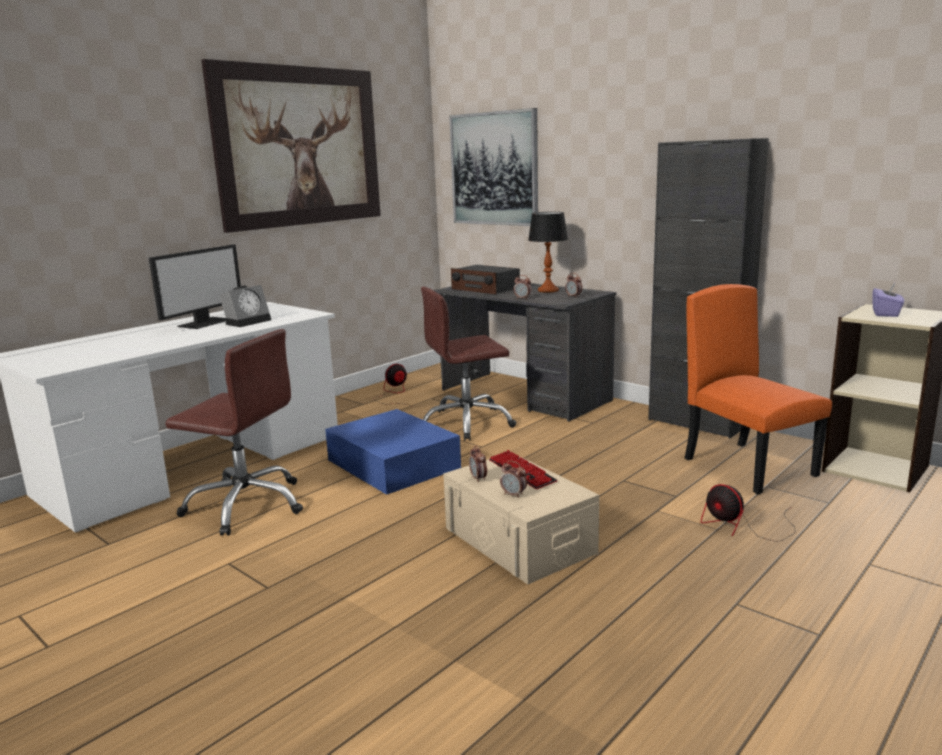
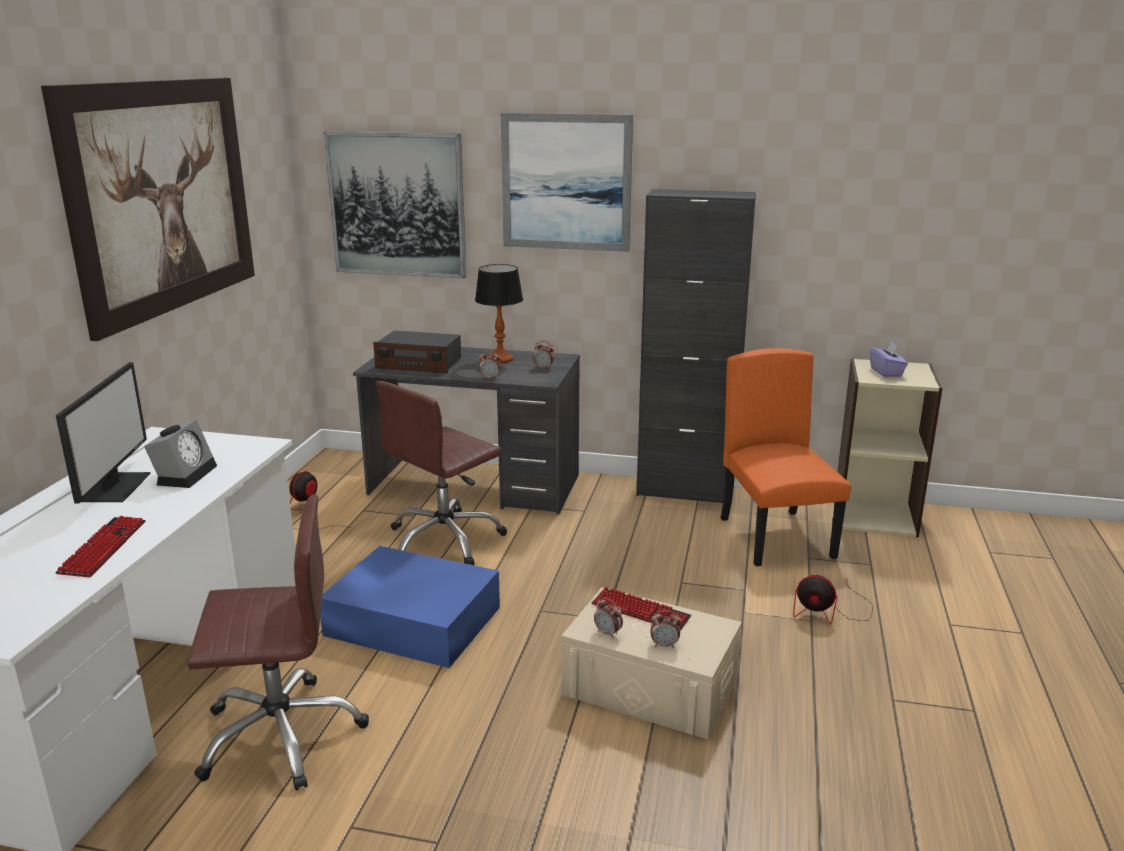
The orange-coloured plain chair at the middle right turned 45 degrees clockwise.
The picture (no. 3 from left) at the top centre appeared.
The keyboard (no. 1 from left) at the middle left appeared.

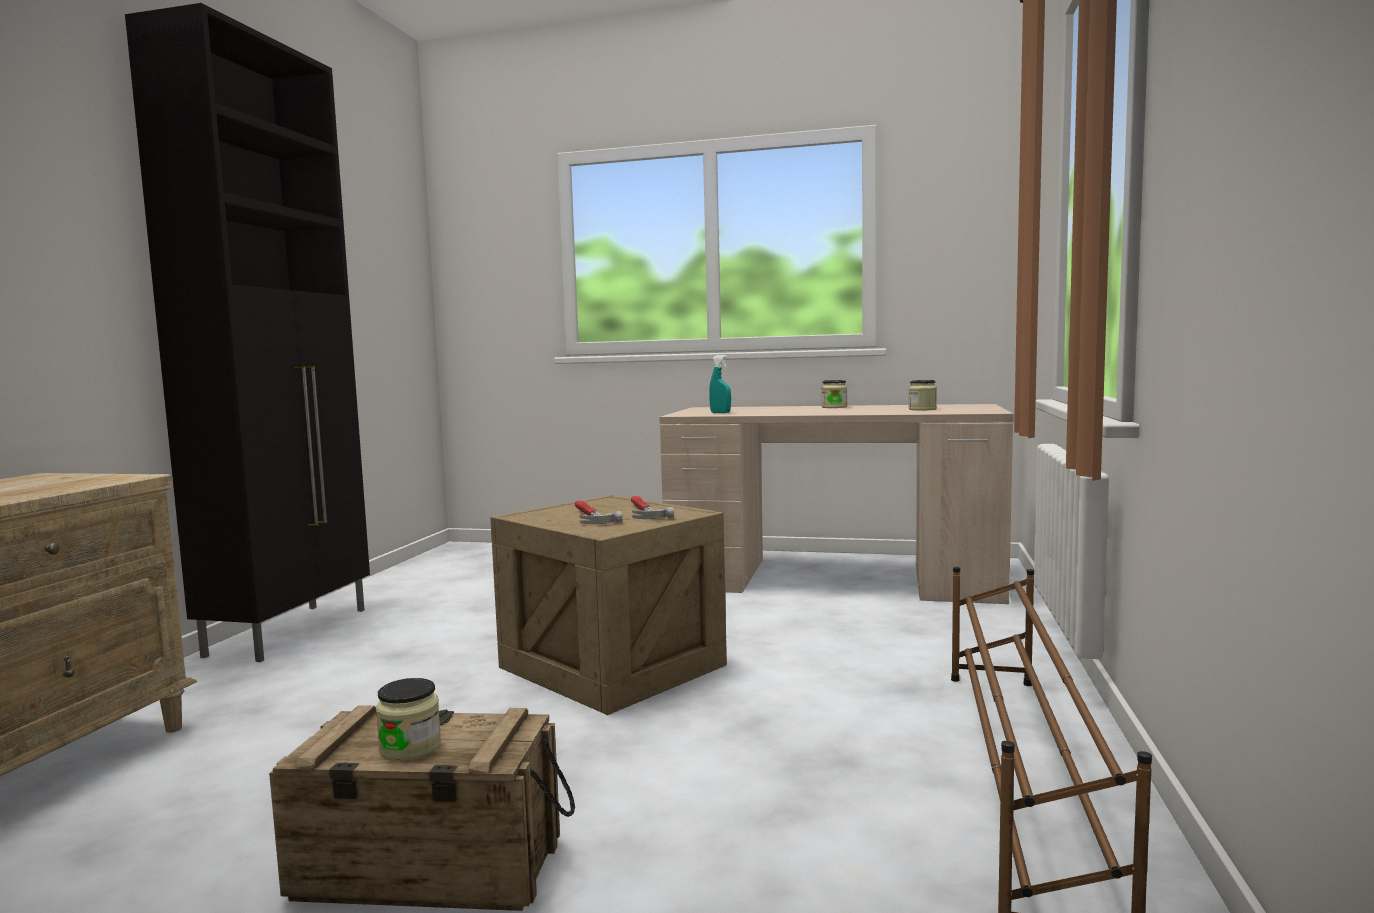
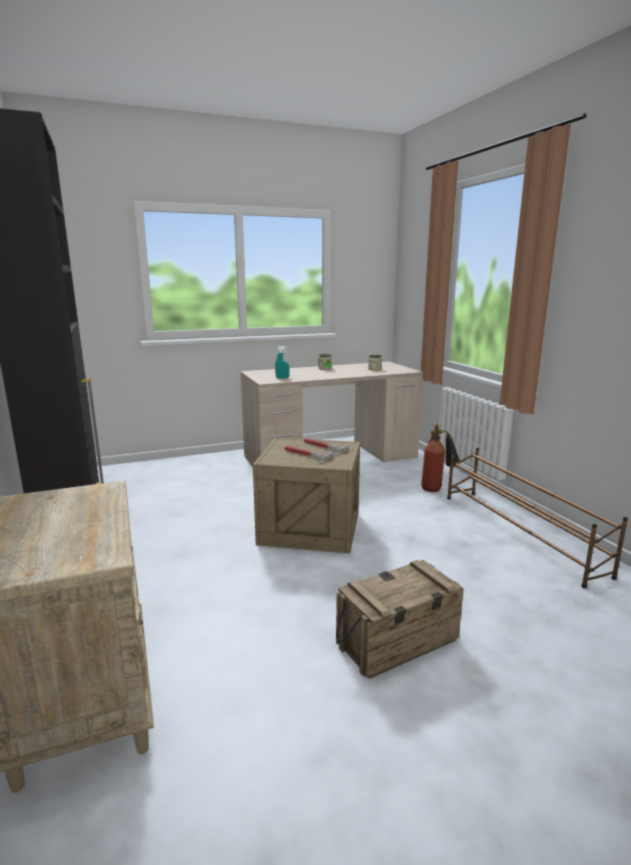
The jar (no. 1 from left) at the bottom left disappeared.
The fire extinguisher at the middle right appeared.

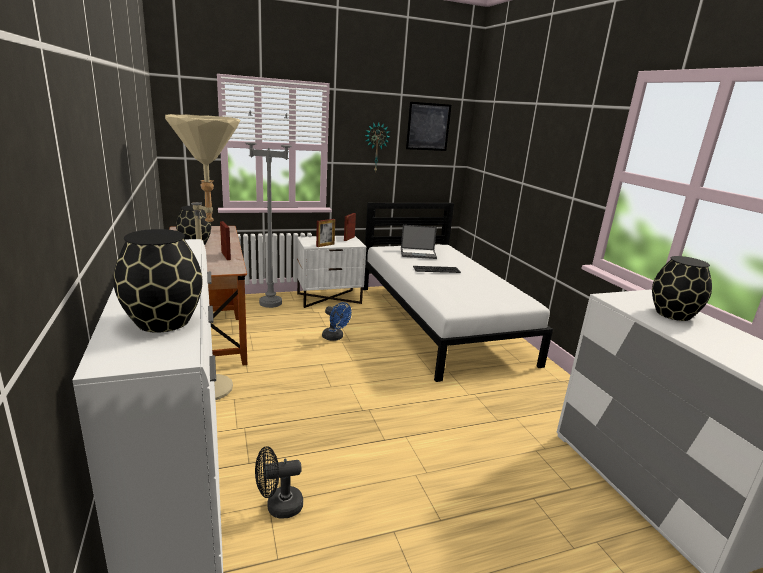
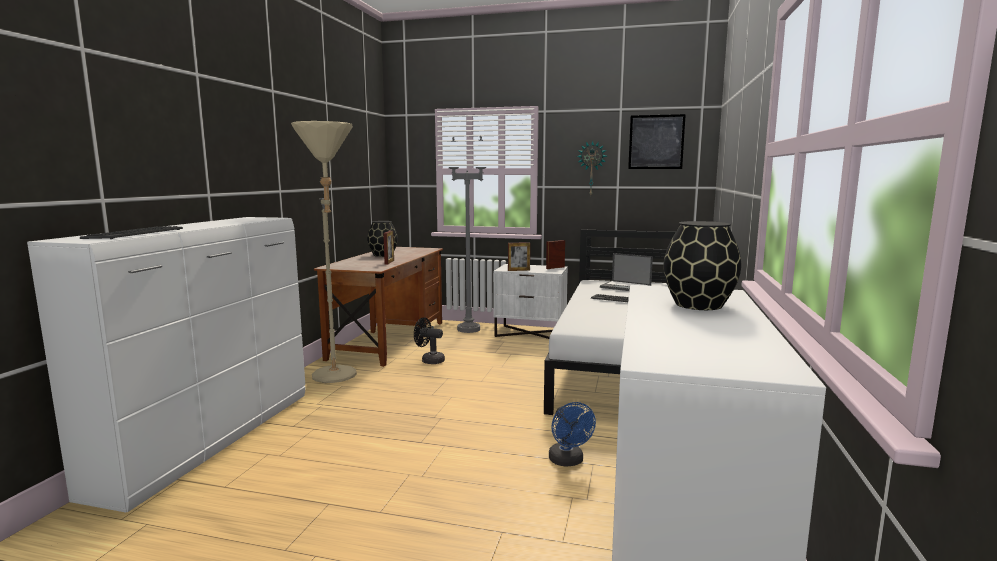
The black-coloured flower vase (no. 1 from left) at the middle left was replaced by the keyboard (no. 1 from left) at the middle left.
The blue cooling fan moved from the centre to the bottom centre.
The black-coloured cooling fan moved from the bottom centre to the centre.

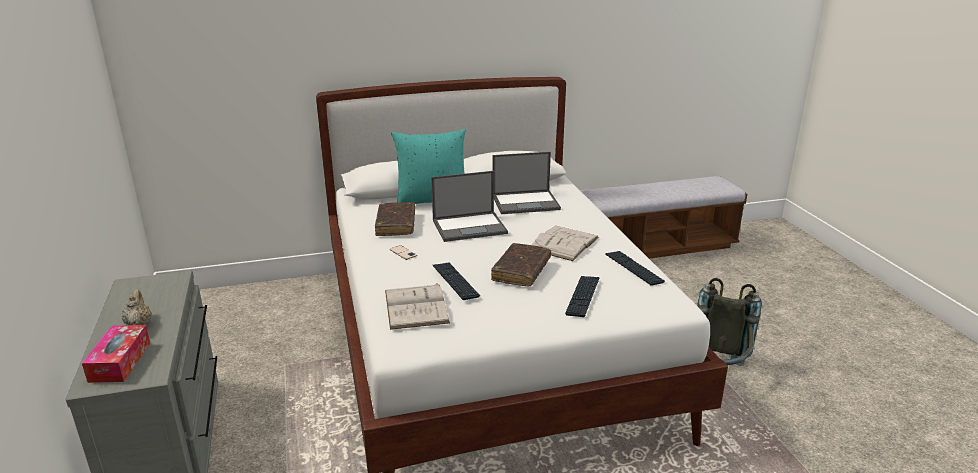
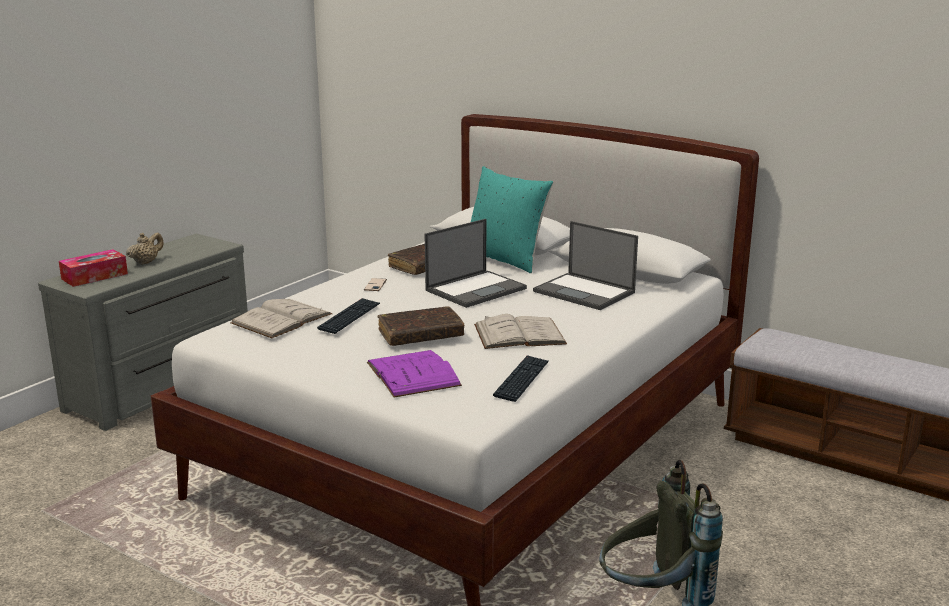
The portable computer (no. 1 from left) at the centre turned 75 degrees counterclockwise.
The keyboard (no. 2 from left) at the centre was replaced by the purplish bound book at the centre.

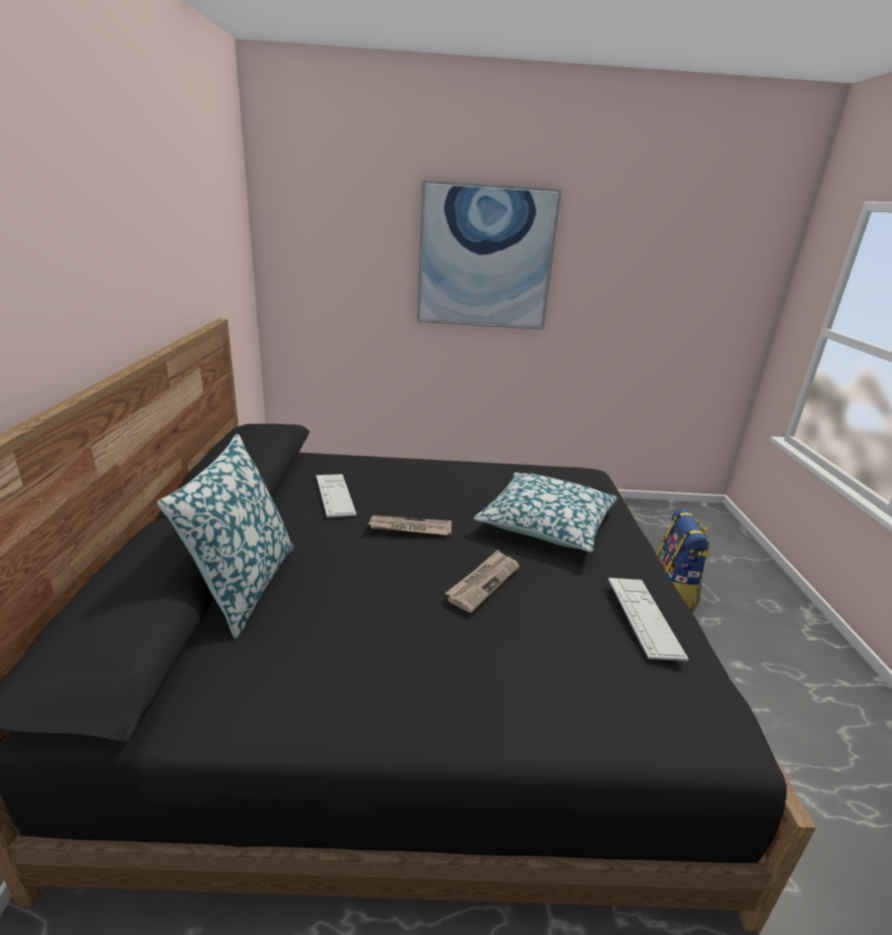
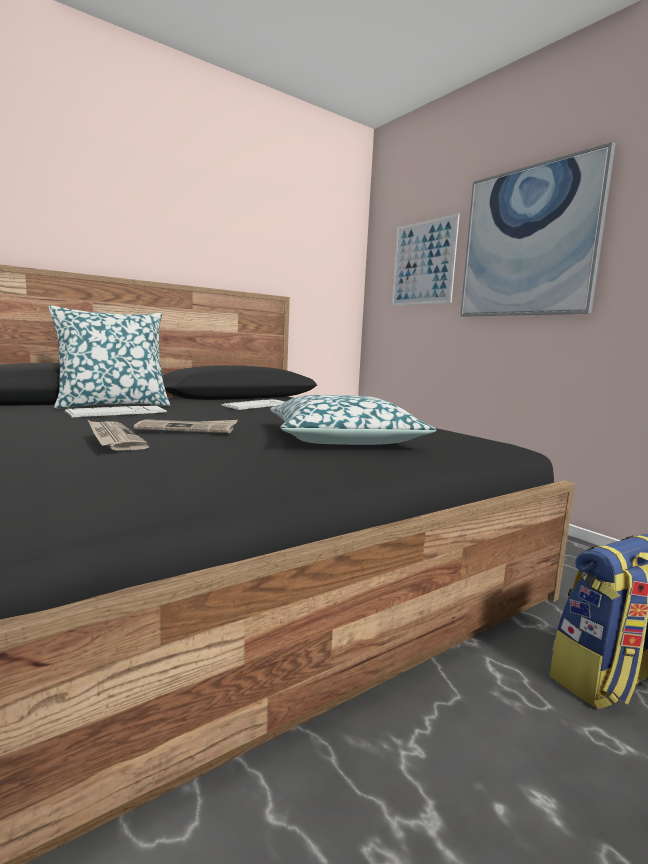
The newspaper (no. 1 from left) moved from the centre to the middle left.
The keyboard (no. 2 from left in the first image) moved from the middle right to the middle left.
The picture (no. 1 from left) at the top centre appeared.

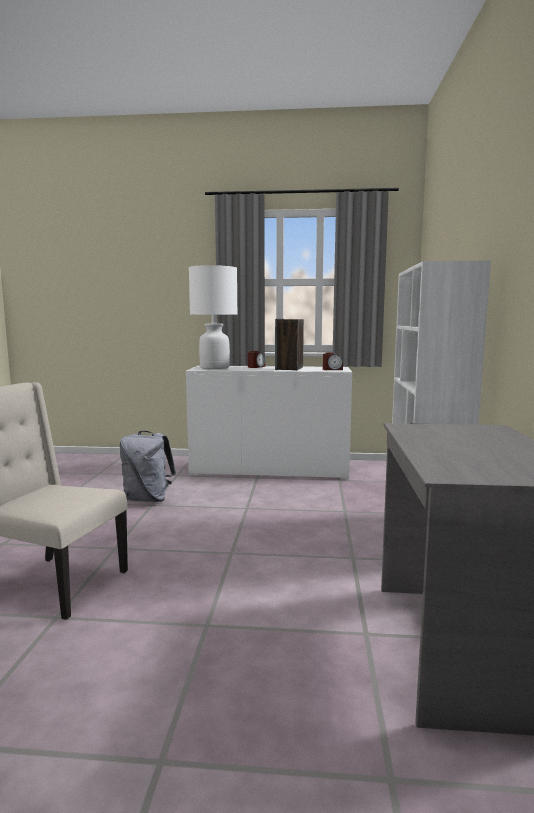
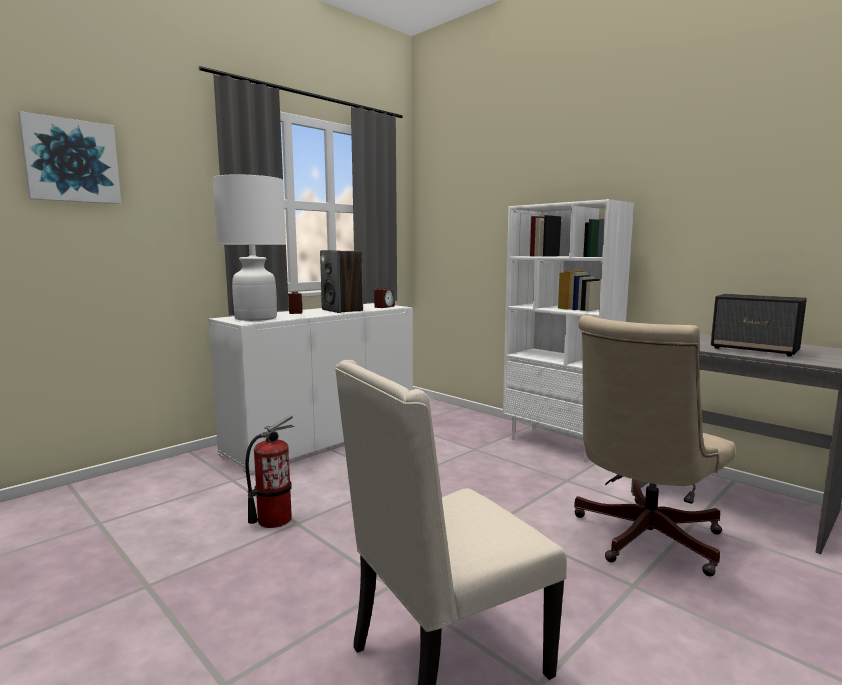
The greyish knapsack at the middle left was replaced by the fire extinguisher at the bottom left.
The picture at the top left appeared.
The loudspeaker (no. 2 from left) at the middle right appeared.
The beige-coloured desk chair at the middle right appeared.

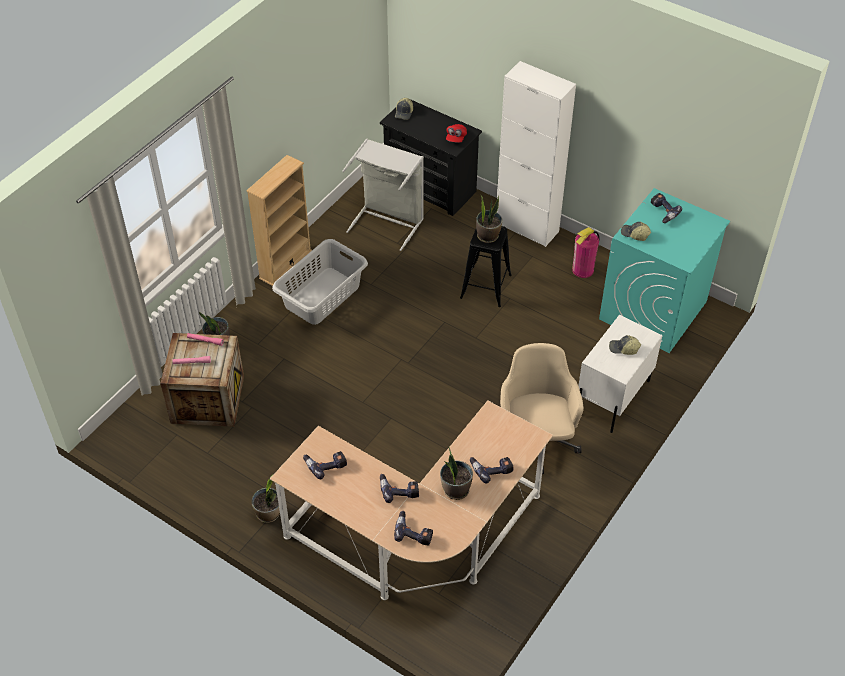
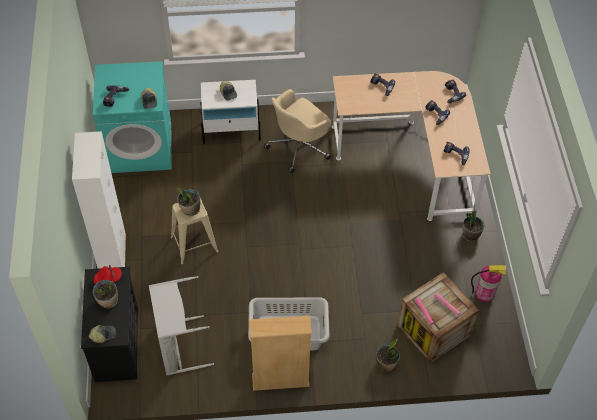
The black-coloured stool seat at the centre became the beige-coloured stool seat at the middle left.
The fire extinguisher moved from the middle right to the bottom right.
The houseplant (no. 3 from left in the first image) moved from the bottom centre to the bottom left.

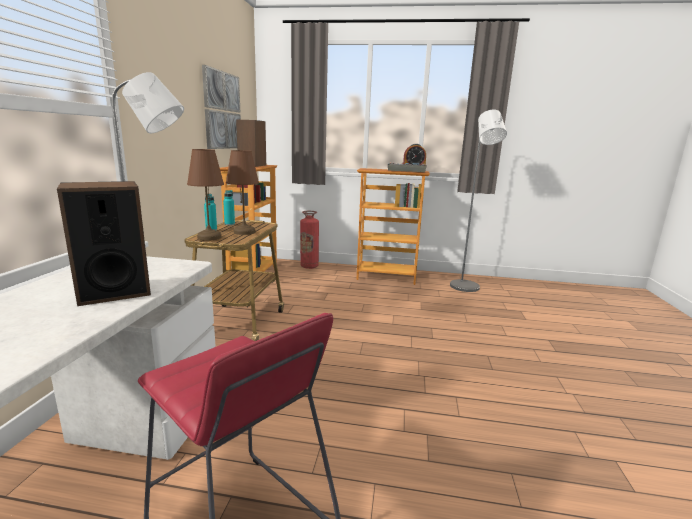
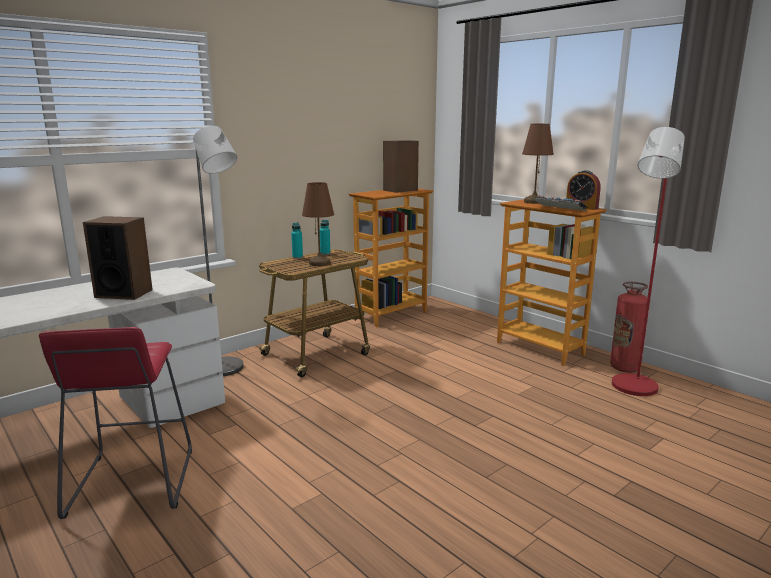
The picture at the top left disappeared.
The greyish floor lamp (no. 2 from left) at the middle right became the red floor lamp at the middle right.
The brownish table lamp (no. 1 from left in the first image) moved from the middle left to the top right.
The fire extinguisher moved from the centre to the middle right.

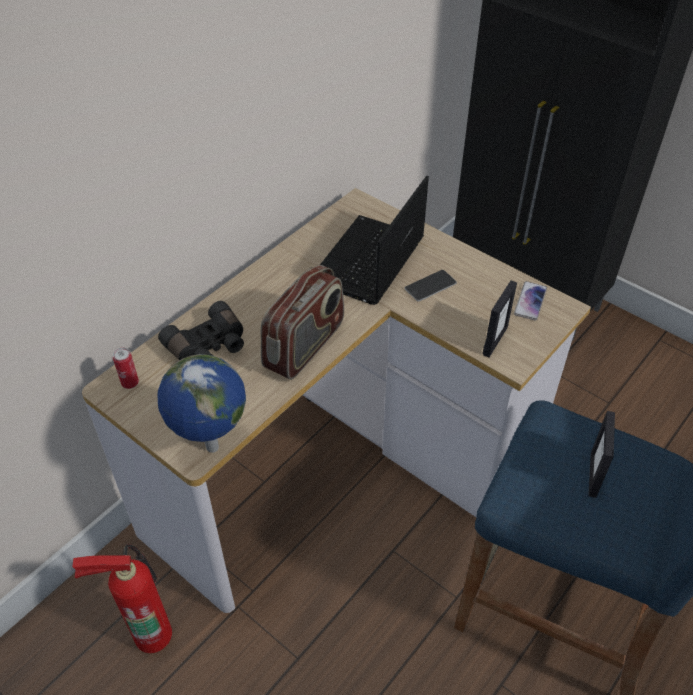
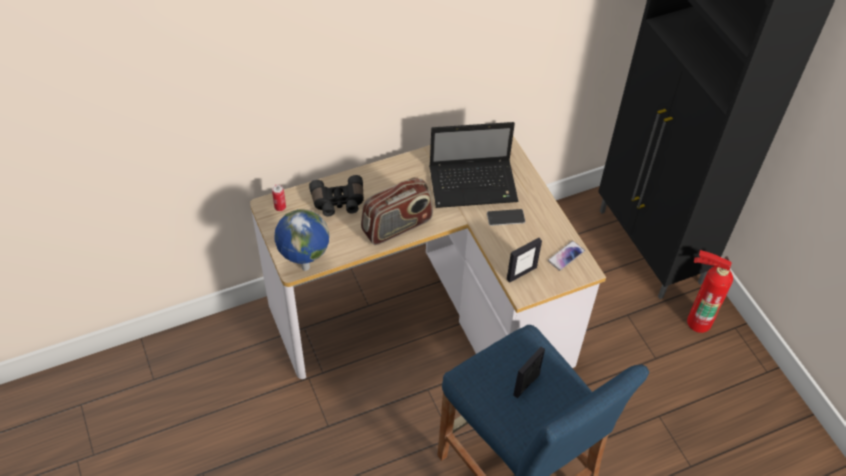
The portable computer at the centre turned 150 degrees counterclockwise.
The fire extinguisher moved from the bottom left to the middle right.

